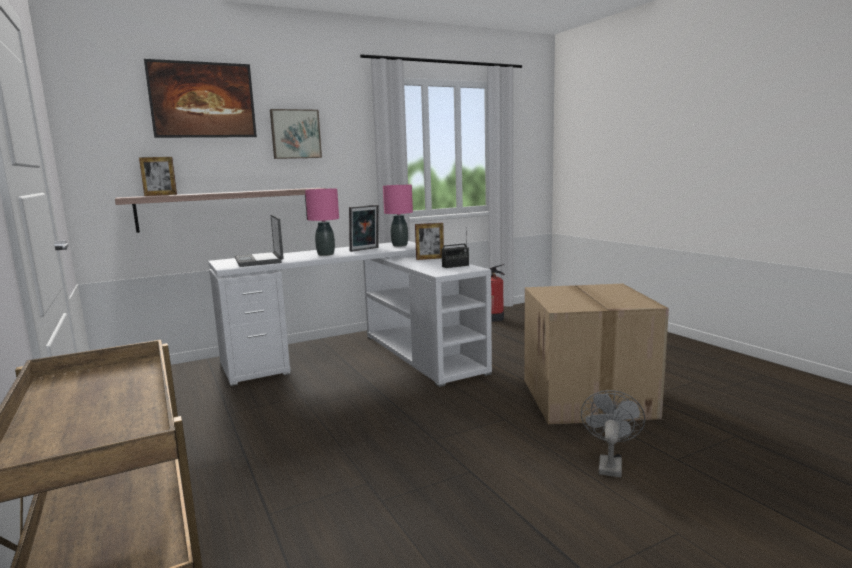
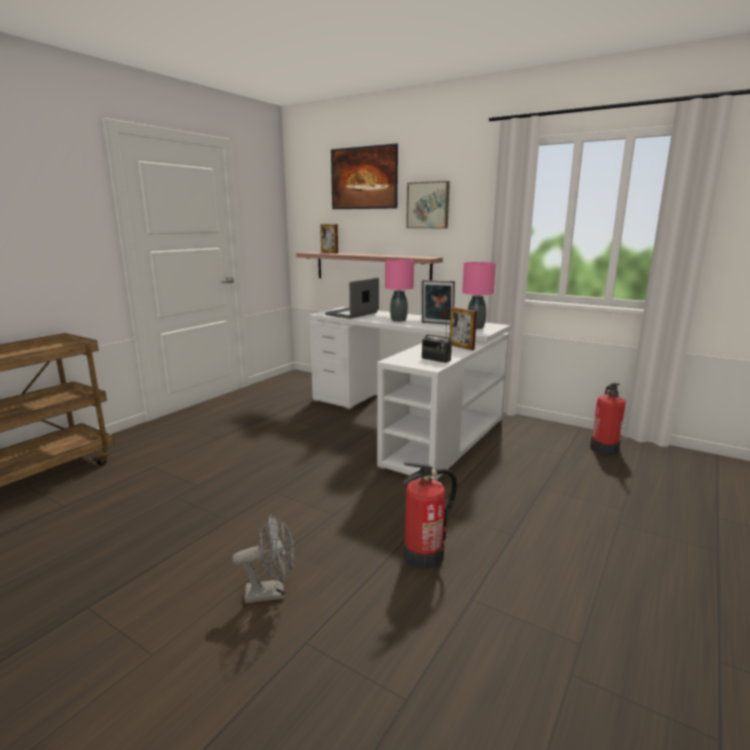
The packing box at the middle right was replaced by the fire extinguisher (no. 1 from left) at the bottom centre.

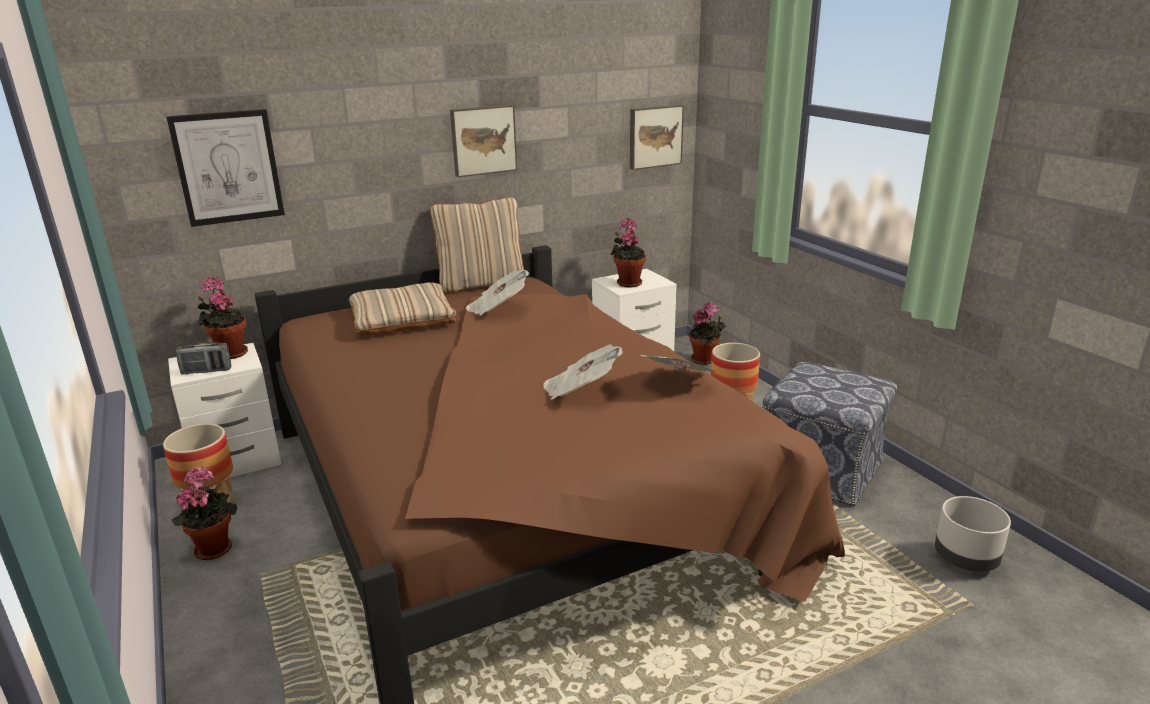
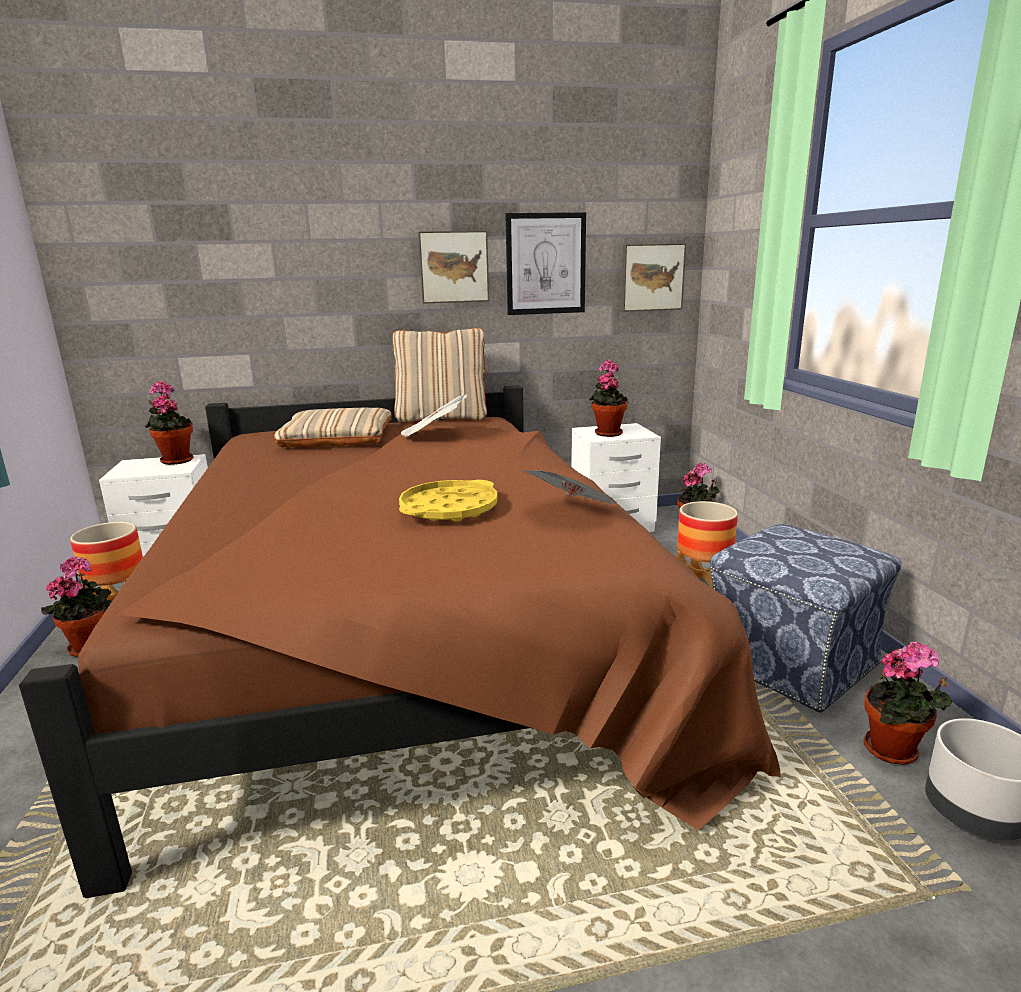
The picture (no. 1 from left in the first image) moved from the top left to the top centre.
The radio at the middle left disappeared.
The newspaper (no. 2 from left) at the centre was replaced by the yellowish tray at the centre.
The houseplant (no. 5 from left) at the bottom right appeared.

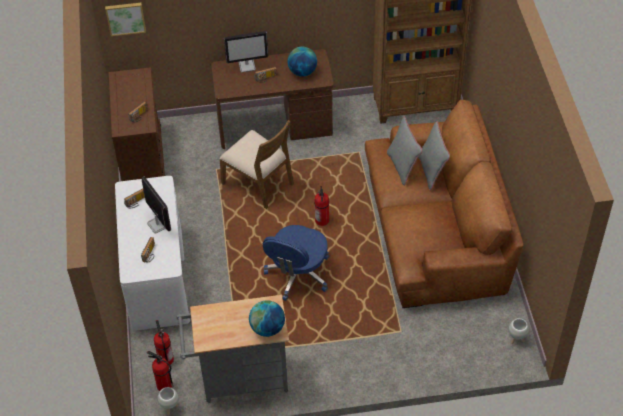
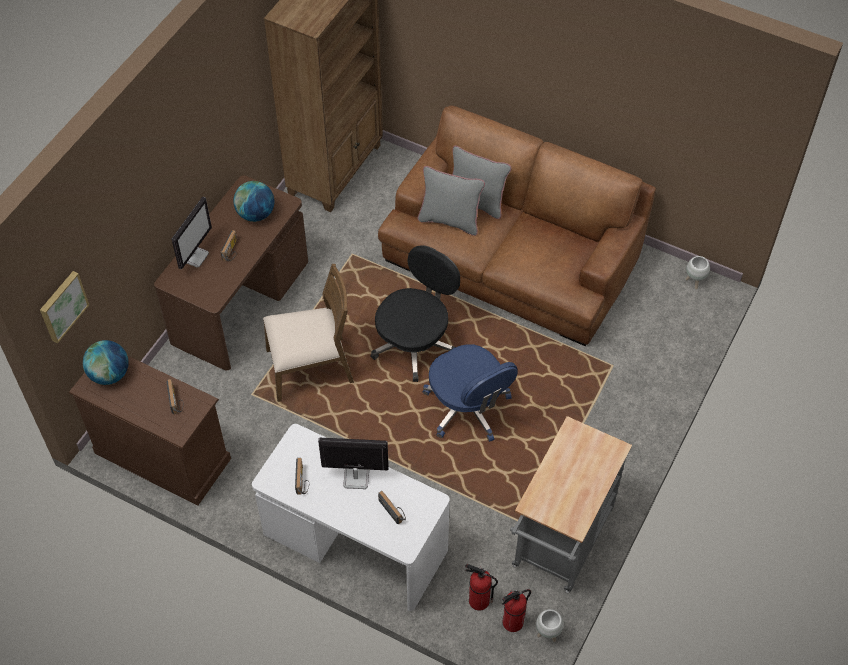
The fire extinguisher (no. 3 from left) at the centre was replaced by the black-coloured desk chair at the centre.
The globe (no. 1 from left) moved from the bottom centre to the middle left.

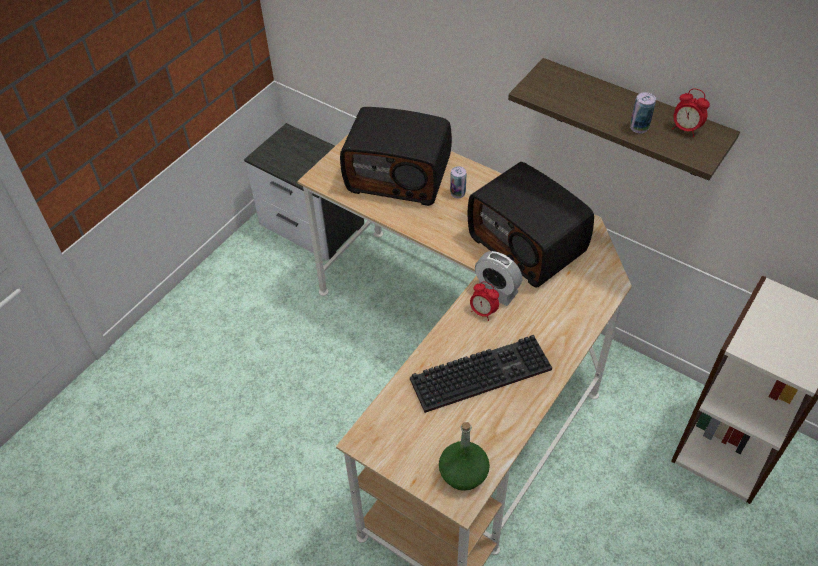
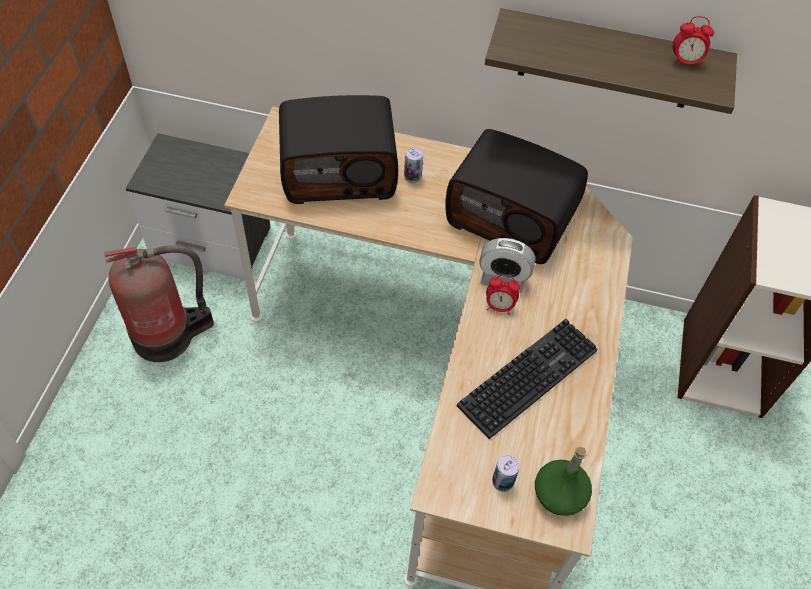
The metal can (no. 2 from left) moved from the top right to the bottom centre.
The fire extinguisher at the middle left appeared.

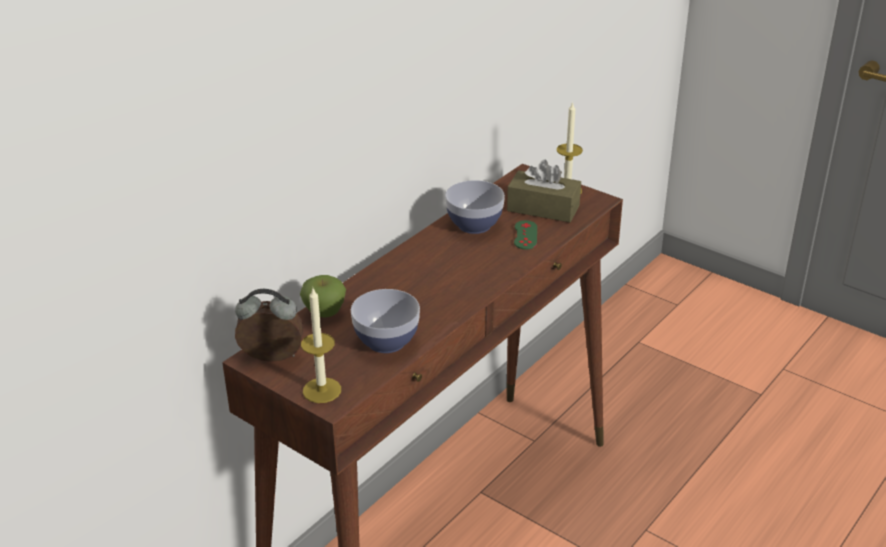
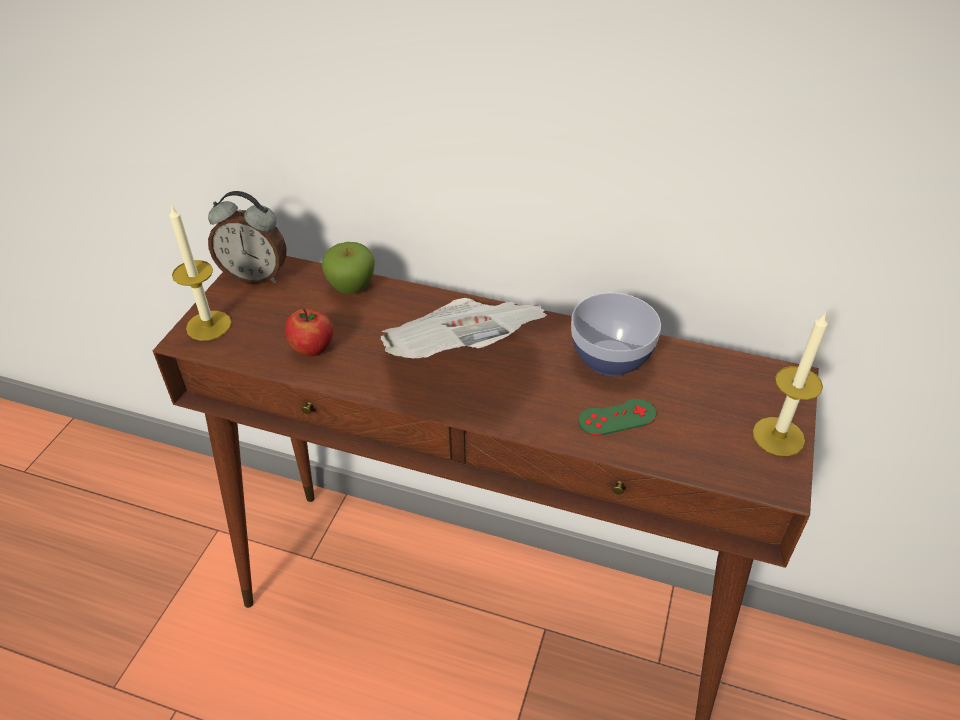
The brownish box of tissues at the centre disappeared.
The table clock at the middle left turned 120 degrees clockwise.
The deep dish (no. 1 from left) at the centre was replaced by the apple (no. 1 from left) at the middle left.
The newspaper at the centre appeared.

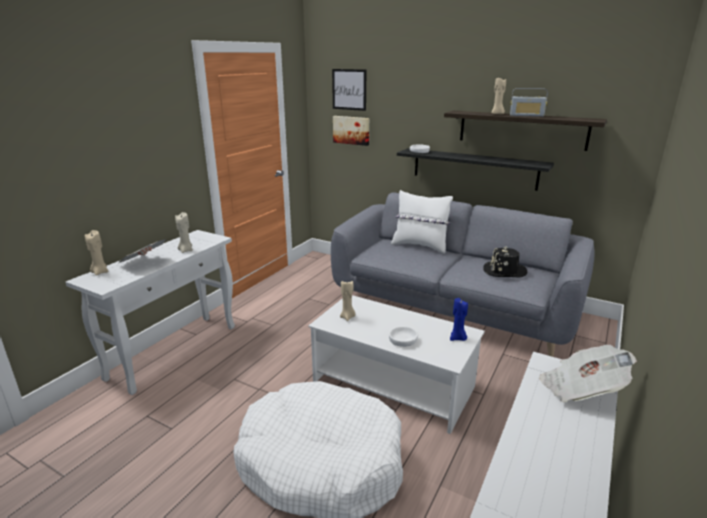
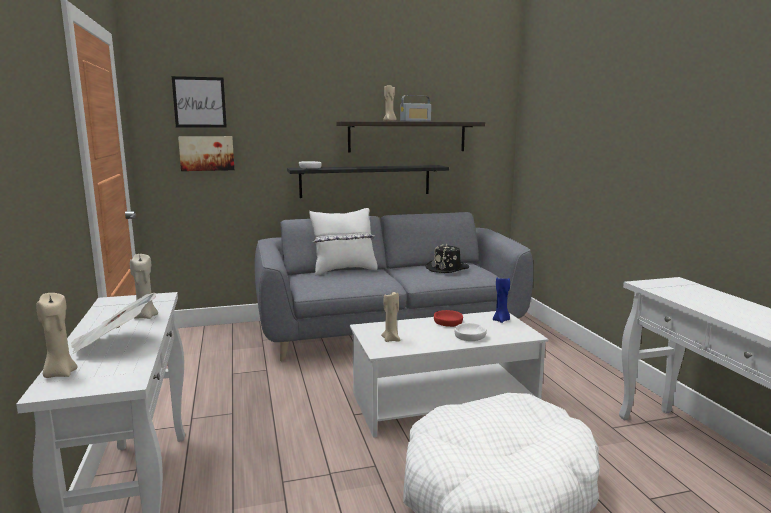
The newspaper (no. 2 from left) at the bottom right disappeared.
The red deep dish at the centre appeared.

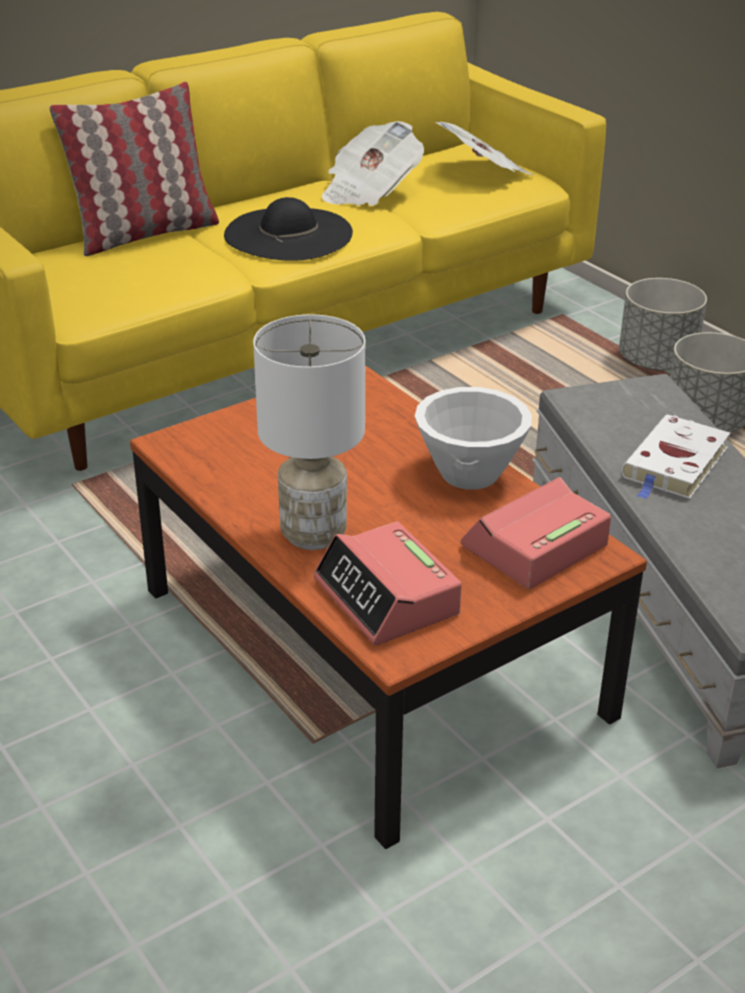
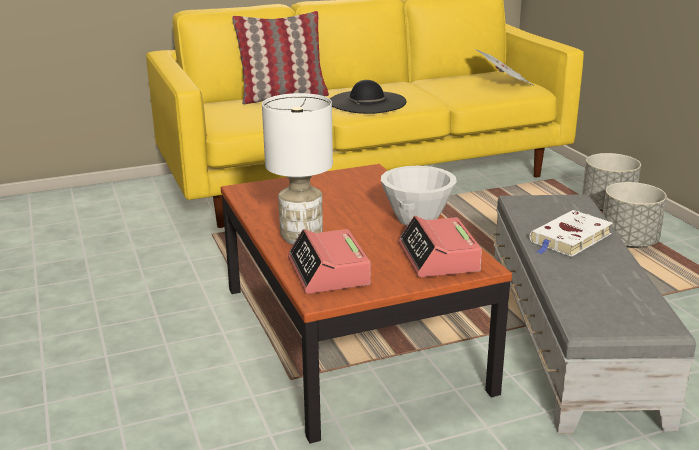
The newspaper (no. 1 from left) at the top centre disappeared.
The table clock (no. 2 from left) at the middle right turned 75 degrees counterclockwise.

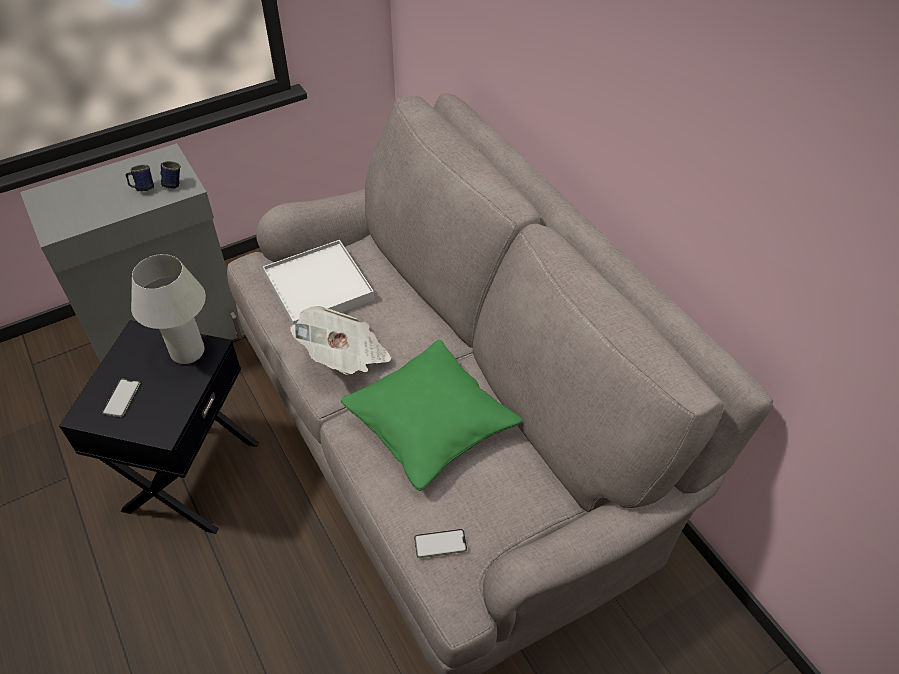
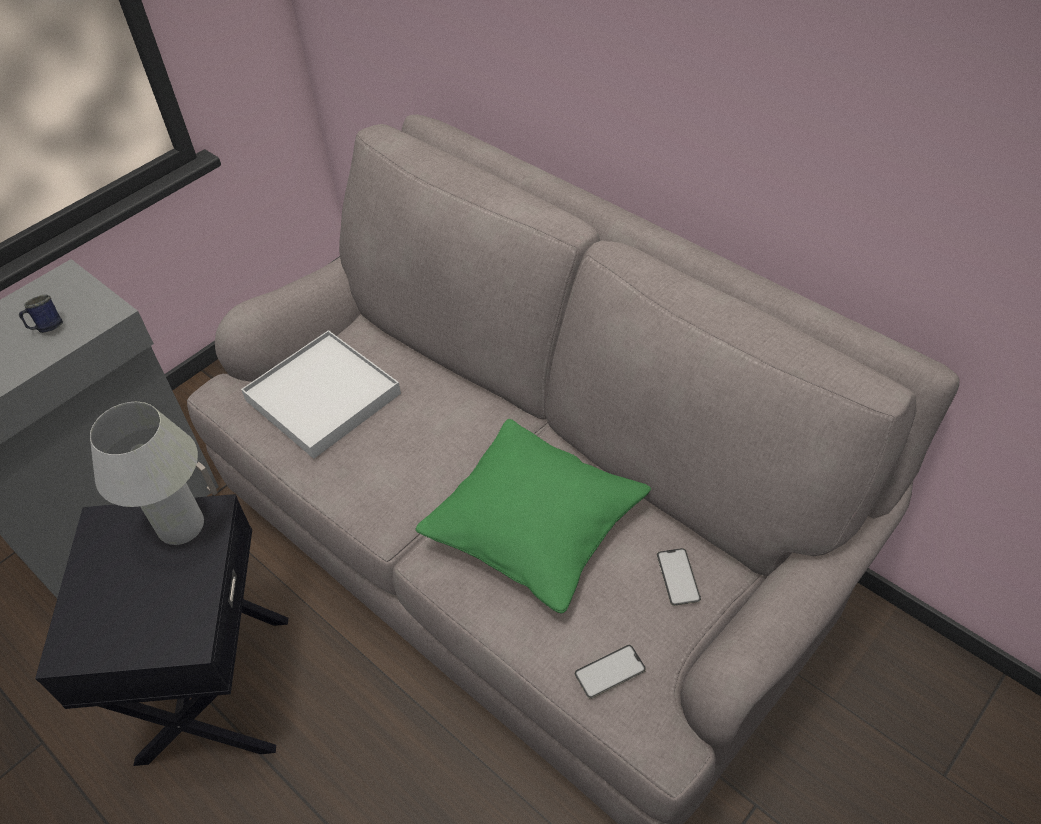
The blue coffee mug (no. 2 from left) at the top left disappeared.
The newspaper at the centre disappeared.
The handset (no. 1 from left in the first image) moved from the middle left to the bottom centre.

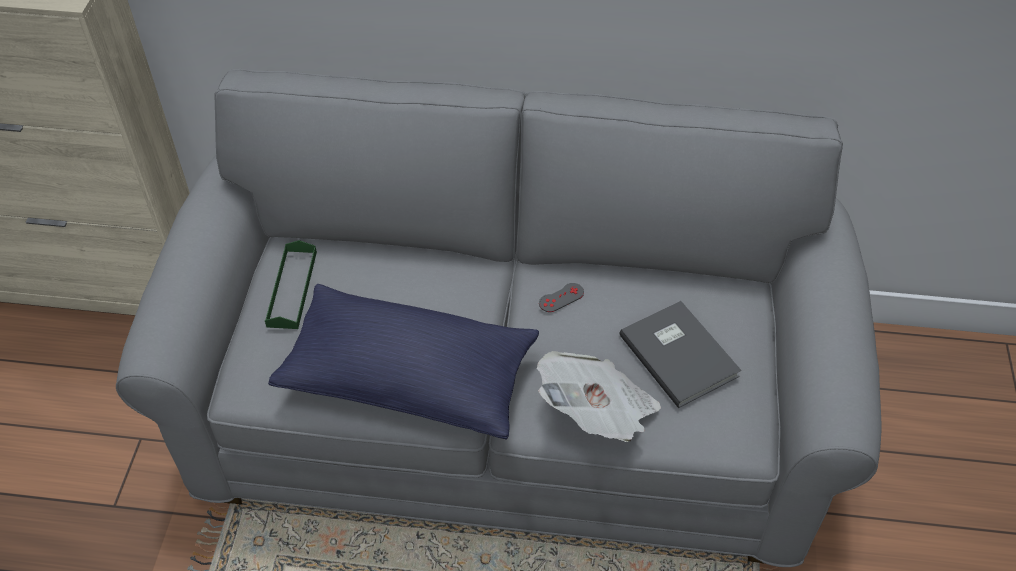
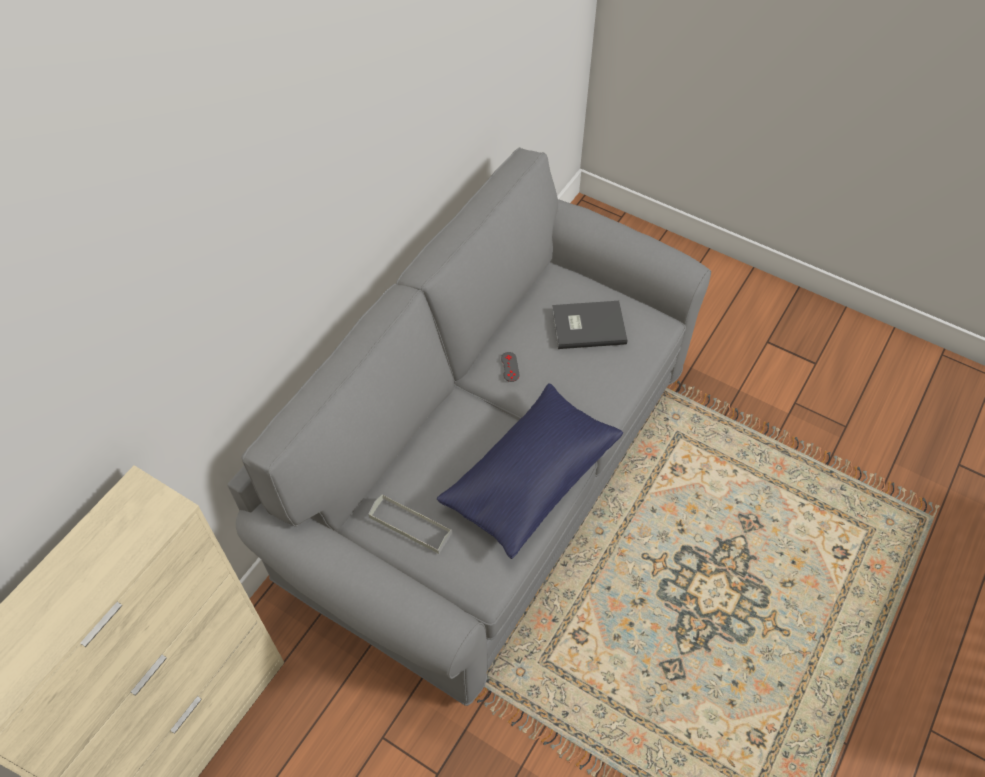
The greenish tray at the middle left became the greyish tray at the bottom centre.
The newspaper at the bottom centre disappeared.

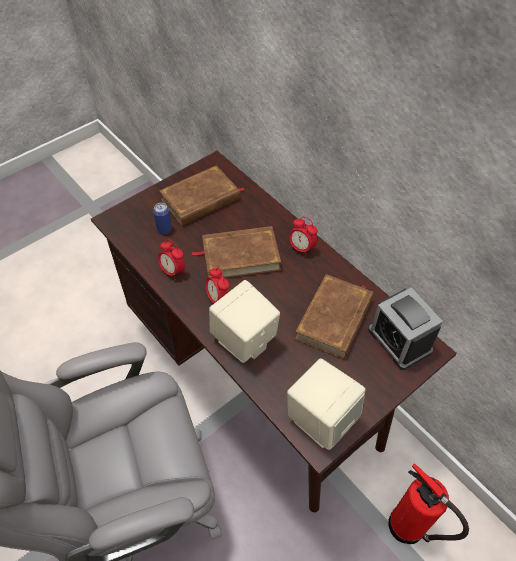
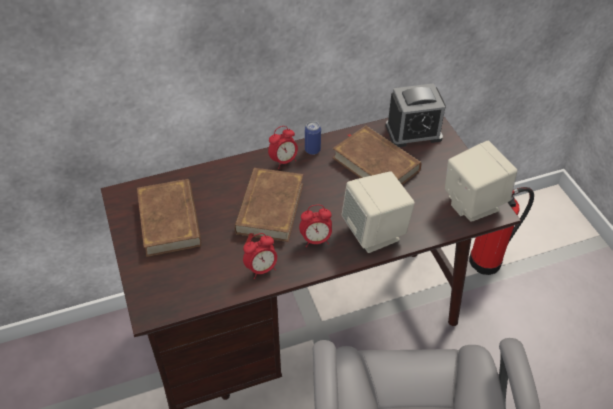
The metal can moved from the middle left to the centre.

